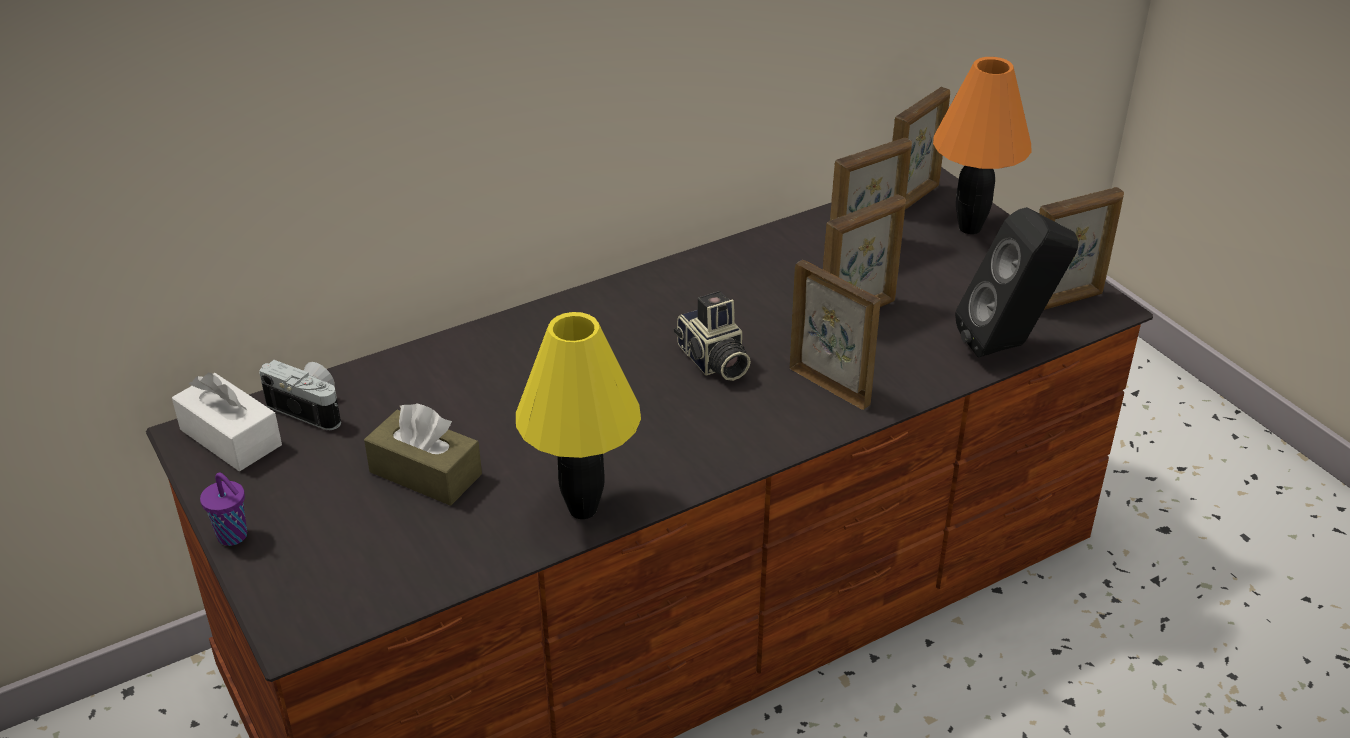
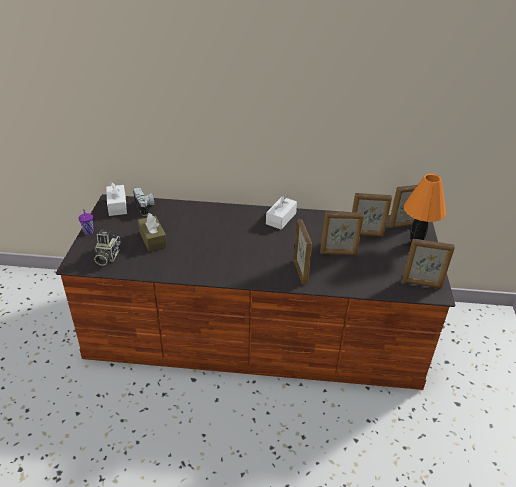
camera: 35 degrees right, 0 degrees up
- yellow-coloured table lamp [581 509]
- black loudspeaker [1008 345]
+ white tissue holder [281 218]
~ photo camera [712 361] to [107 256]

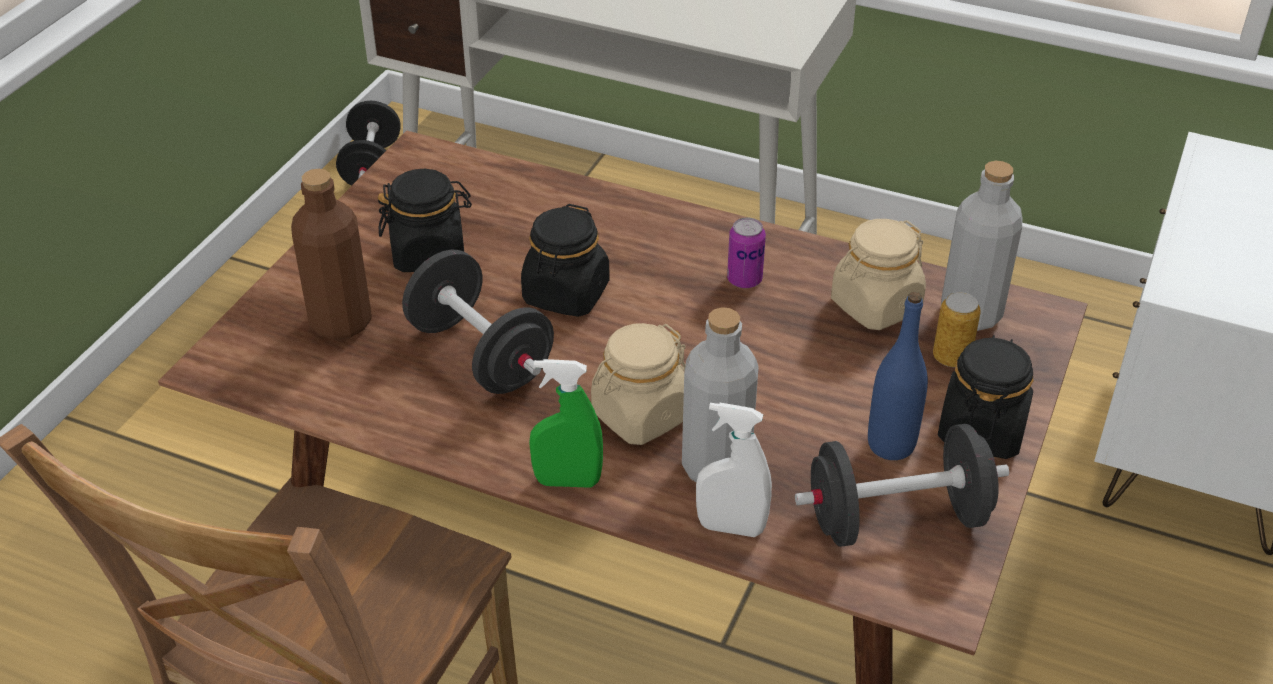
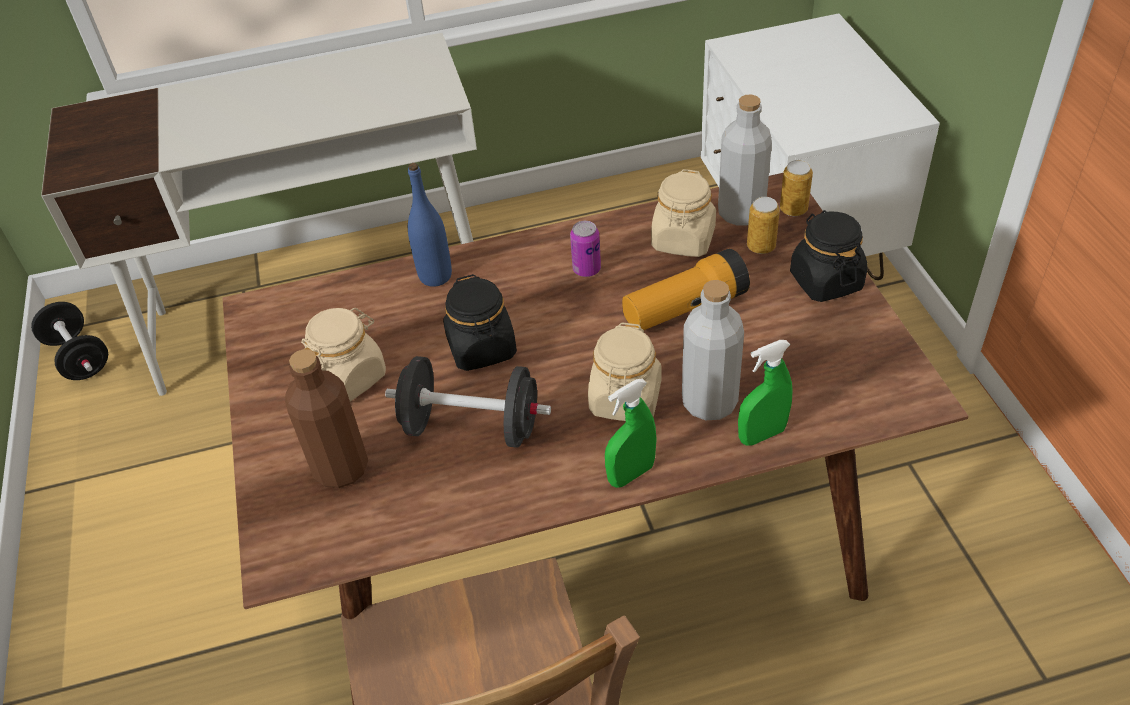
camera: 35 degrees left, 5 degrees up
- black free weight [896 519]
+ flashlight [684 309]
+ metal can [793 209]
~ bluish bottle [891 445] to [435 276]
~ black preserve jar [429 253] to beige-coloured preserve jar [348 377]
~ white hand sprayer [731 527] to green-coloured hand sprayer [762 435]

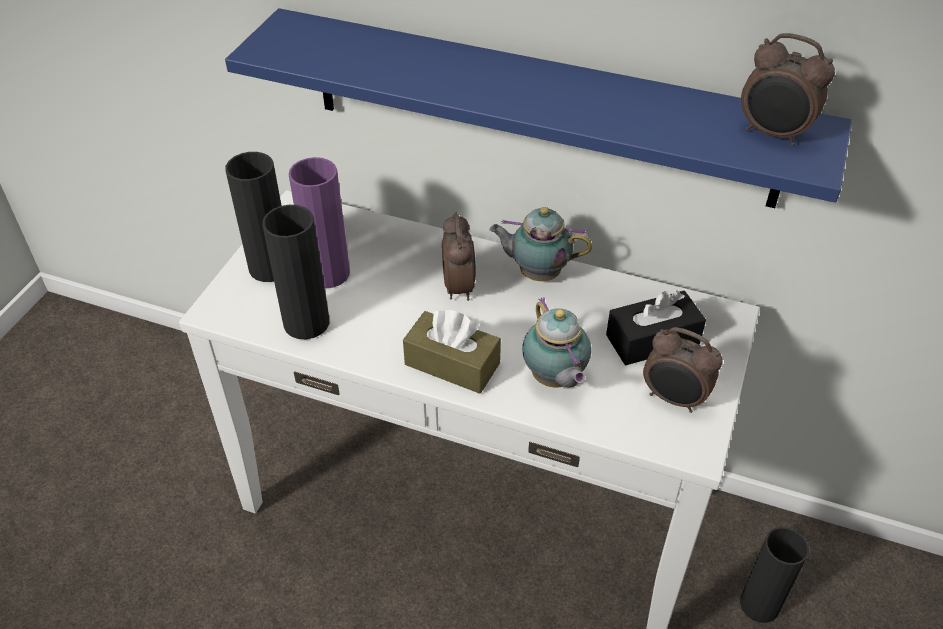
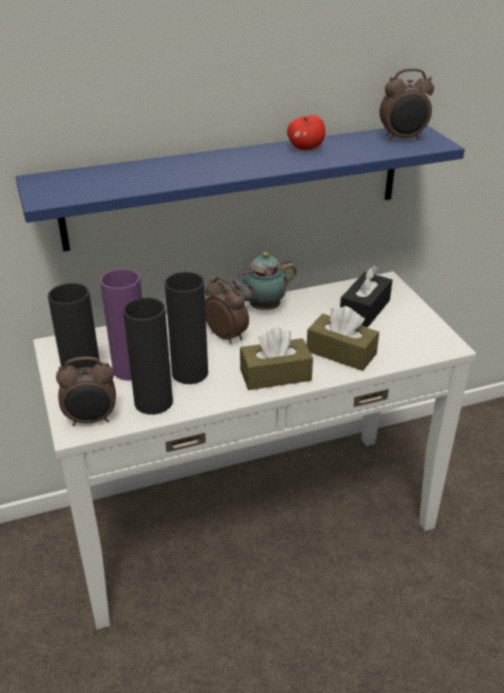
camera: 40 degrees left, 10 degrees down
+ apple fruit [305 148]
~ bedside clock [674 399] to [91 420]
~ black vase [759 604] to [190 373]
~ teapot [554 379] to brown tissue holder [341 352]

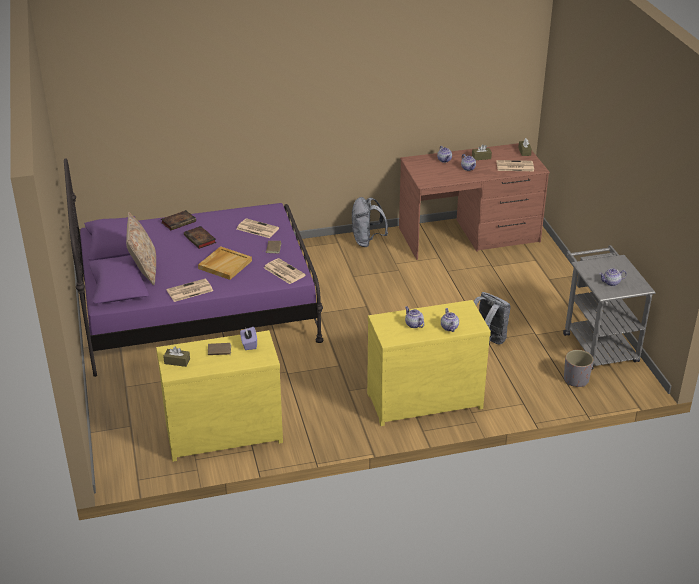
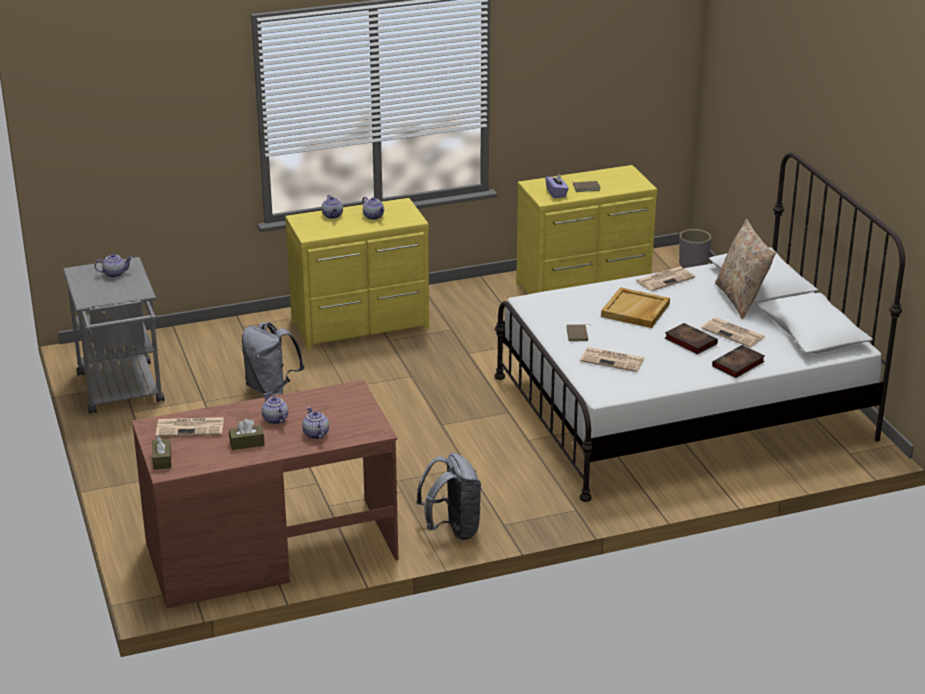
camera: 175 degrees right, 5 degrees down
- brown tissue holder [177 361]
~ newspaper [283 271] to [734 333]
~ gray planter [576 380] to [693 264]
~ purplish bed [197 310] to white bed [683 408]

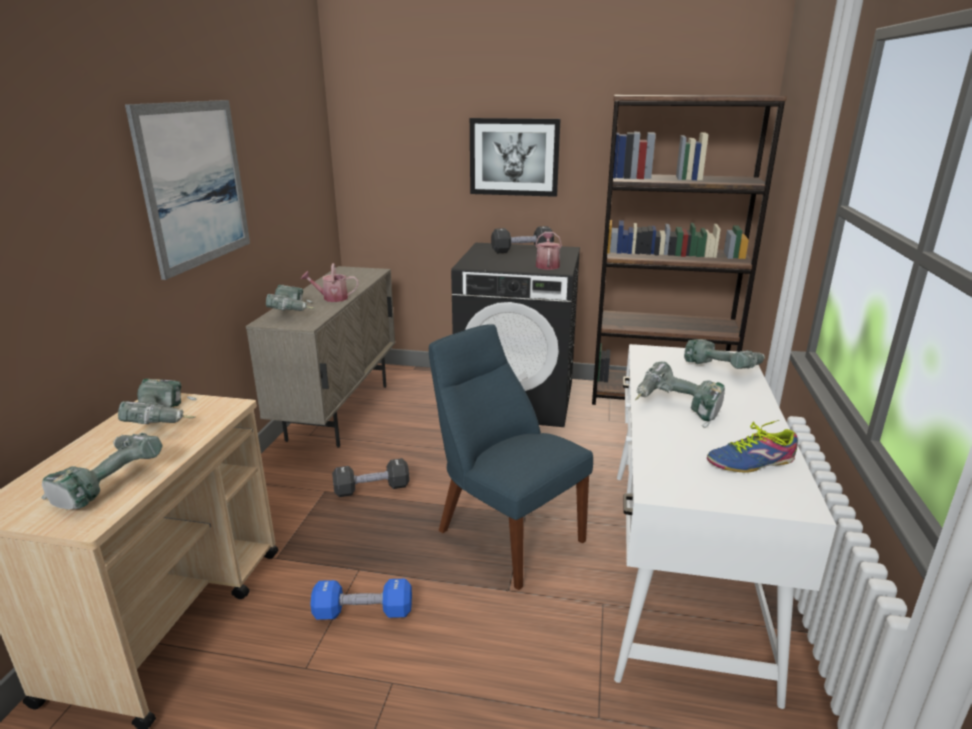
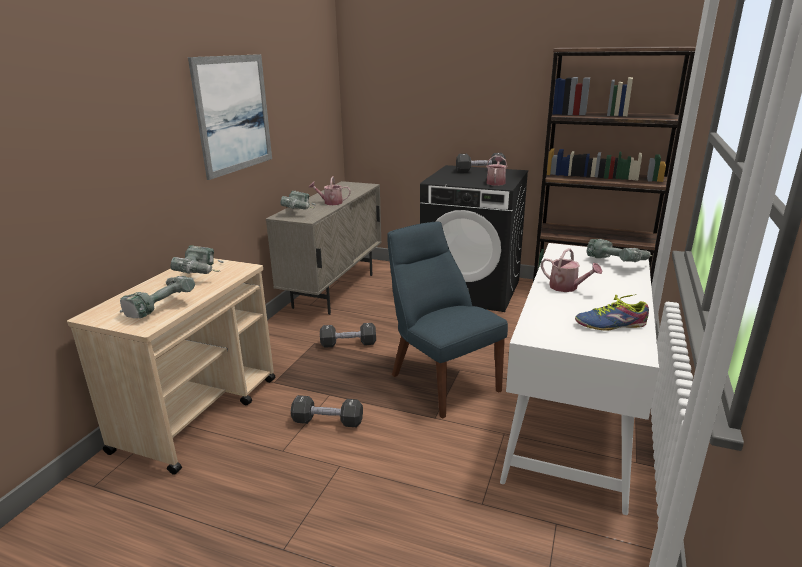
camera: 10 degrees right, 0 degrees up
- picture [514 157]
~ drill [676 409] to watering pot [567 287]
~ bluish free weight [363 612] to black free weight [327 421]

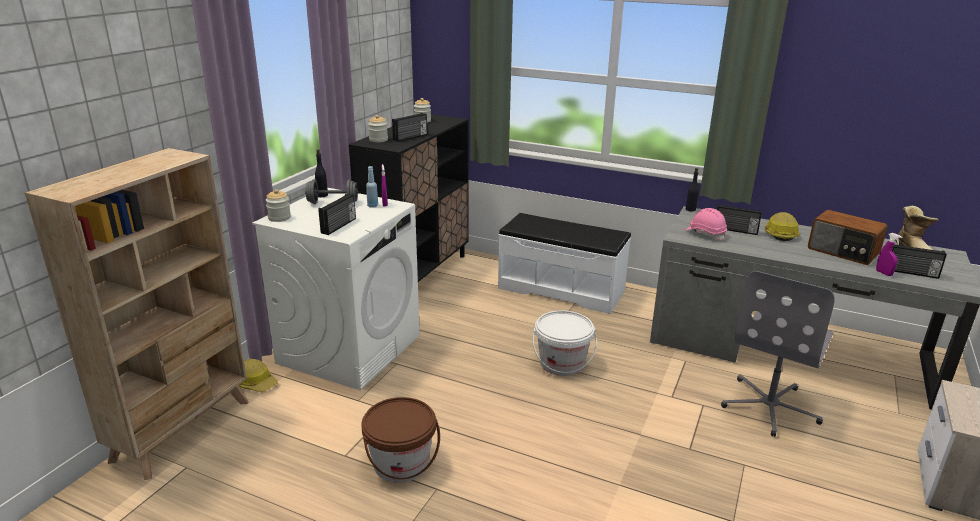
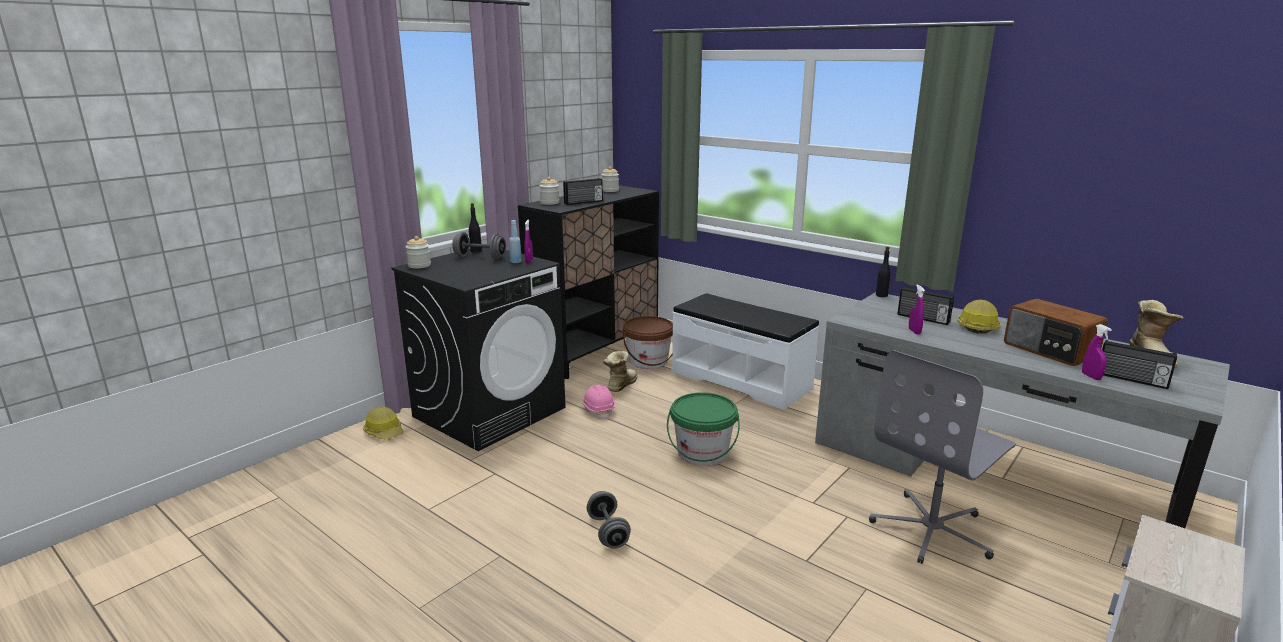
camera: 15 degrees right, 5 degrees down
- beige-coloured shelving unit [183 429]
- radio [339 226]
+ gray free weight [608 532]
+ boot [620 385]
+ purplish hand sprayer [914 331]
~ brown pail [401 463] to [648 361]
~ pink-coloured safety helmet [705 234] to [598 410]
~ white washing machine [350 348] to black washing machine [490 412]
~ white pail [562 363] to green-coloured pail [702 452]

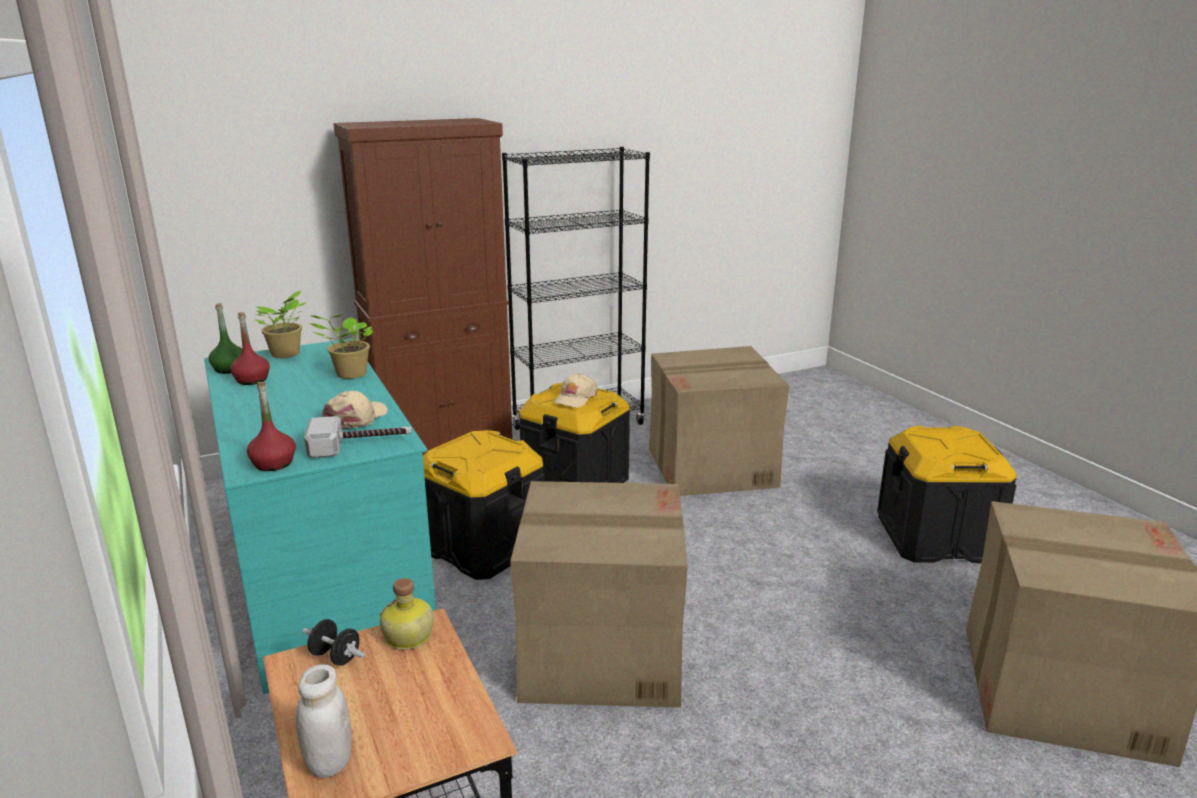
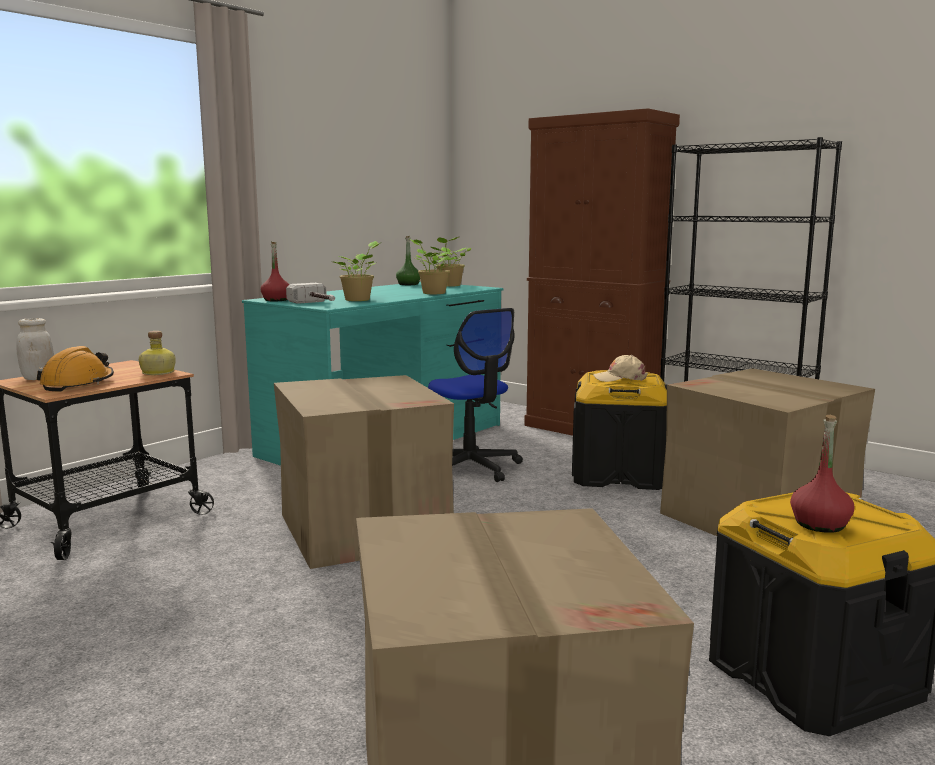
camera: 65 degrees right, 10 degrees down
- black free weight [335 657]
+ orange safety helmet [78 383]
~ reddish bottle [252 380] to [820 524]
~ beige-coloured baseball cap [356 418] to plant in a pot [359 300]
~ black storage container [484 546] to office chair [471 468]

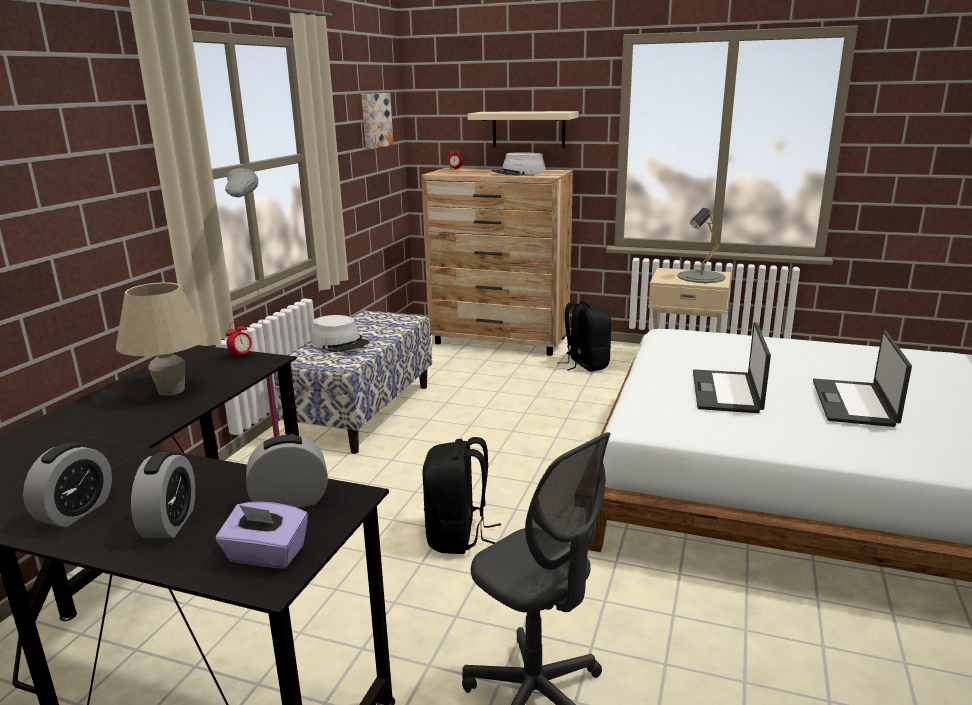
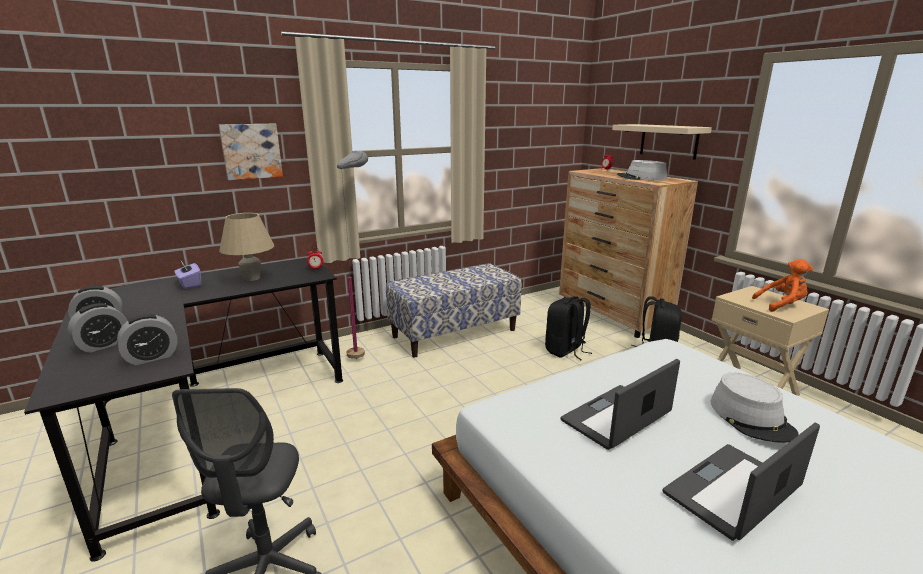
camera: 40 degrees right, 0 degrees up
~ purplish tissue holder [266 555] to [189 284]
~ gray wearable hat [340 343] to [751 417]
~ picture [375 120] to [251 151]
~ black rucksack [458 536] to [566 351]
~ gray table lamp [701 277] to orange soft toy [781 305]
~ bedside clock [290 501] = [152 357] 120 degrees clockwise

